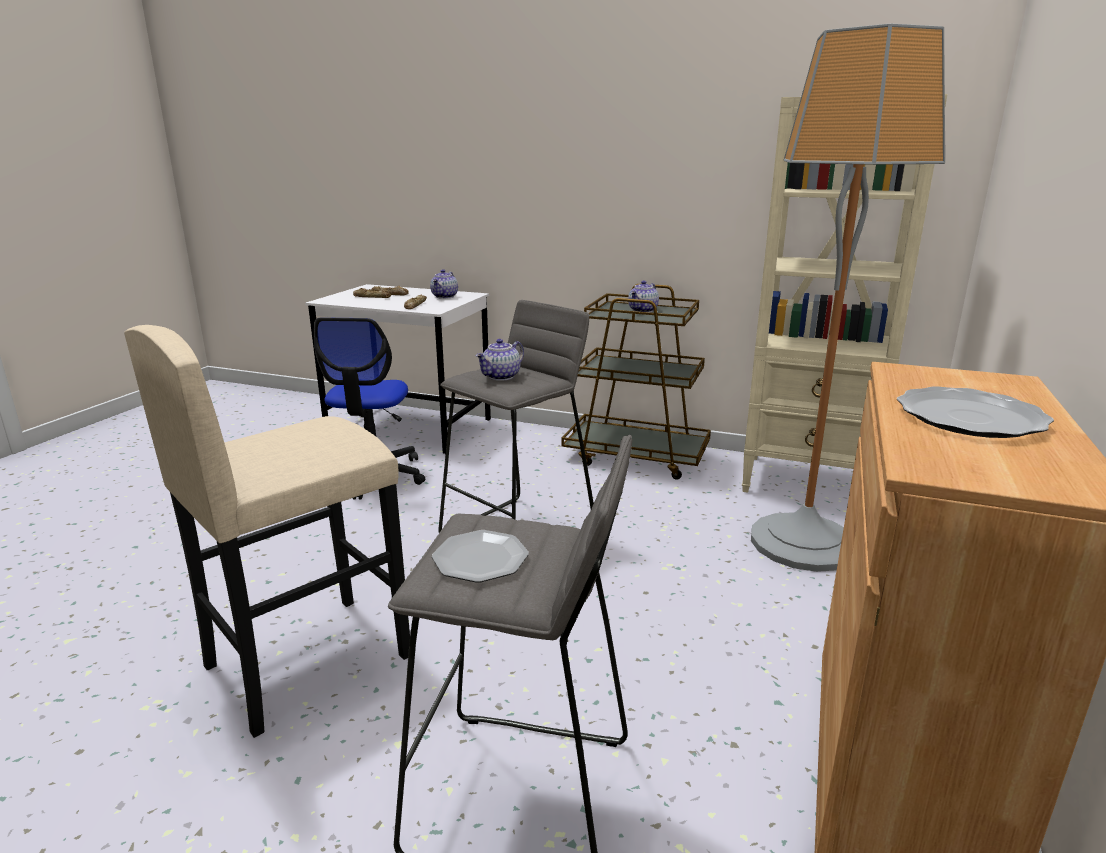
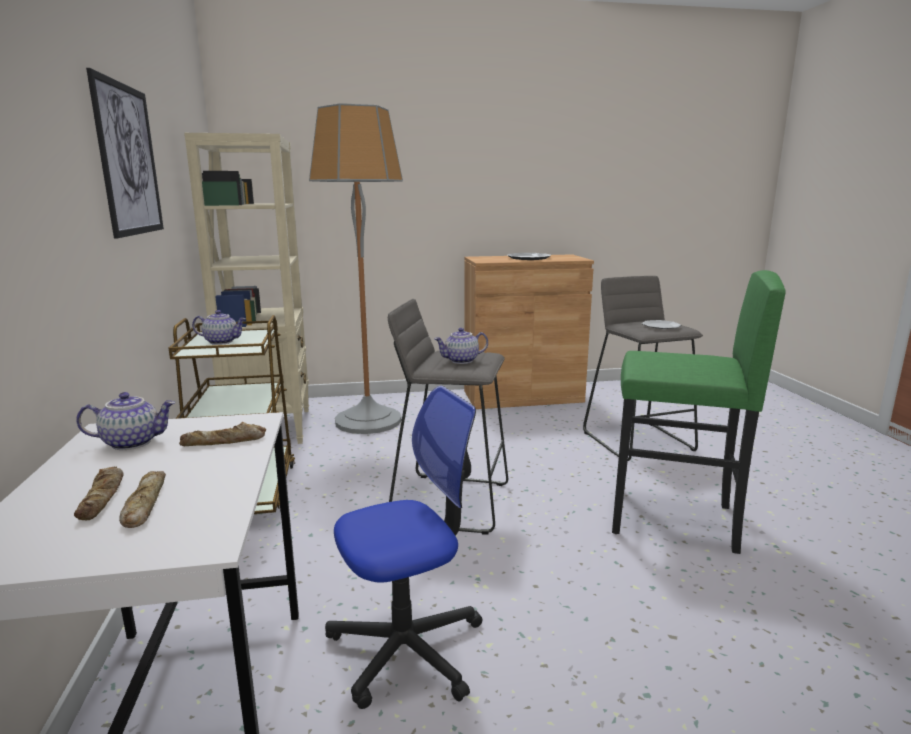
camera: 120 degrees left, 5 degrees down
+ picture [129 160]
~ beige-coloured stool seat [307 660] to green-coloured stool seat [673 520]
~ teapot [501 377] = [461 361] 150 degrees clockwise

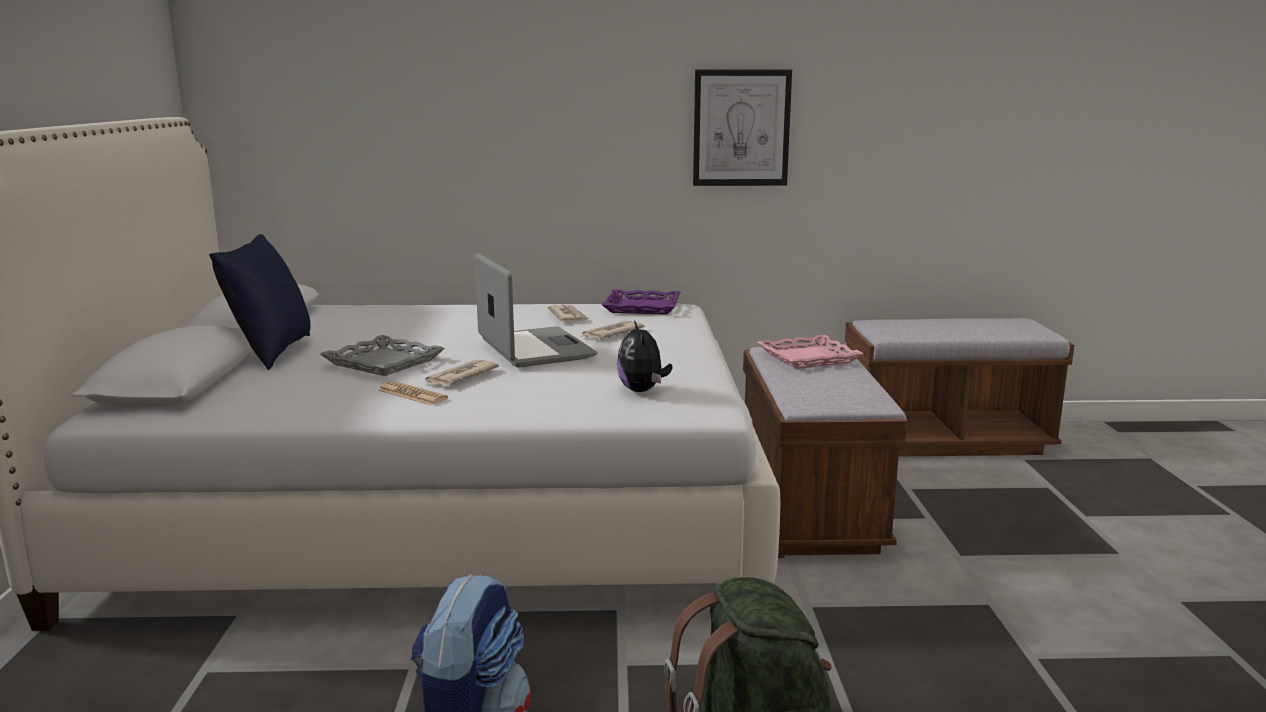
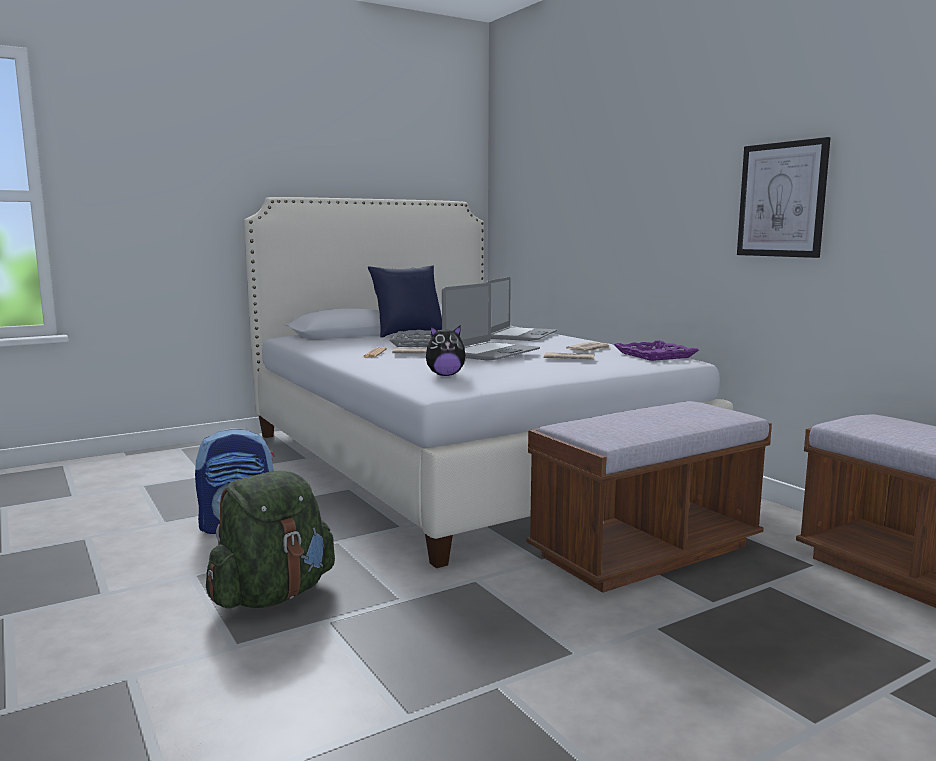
camera: 60 degrees right, 5 degrees down
- pink-coloured tray [808 357]
+ notebook computer [521 335]
~ soft toy [642 390] = [445 375] 150 degrees counterclockwise

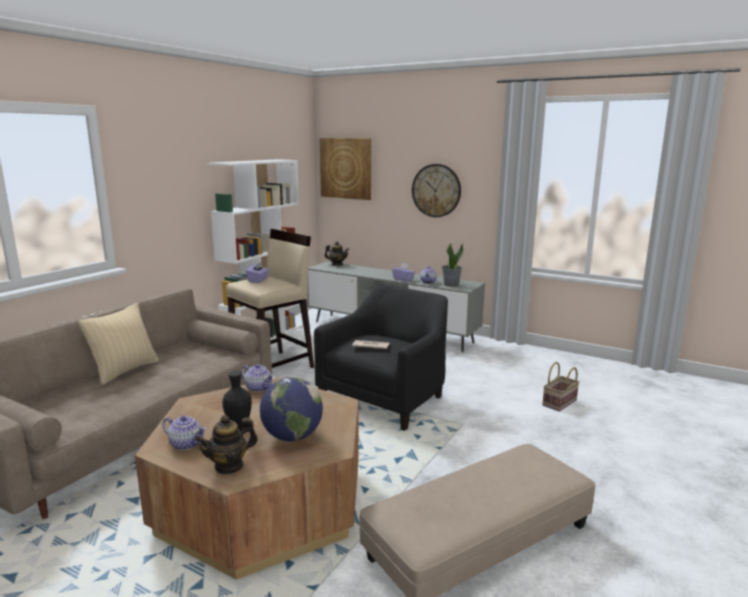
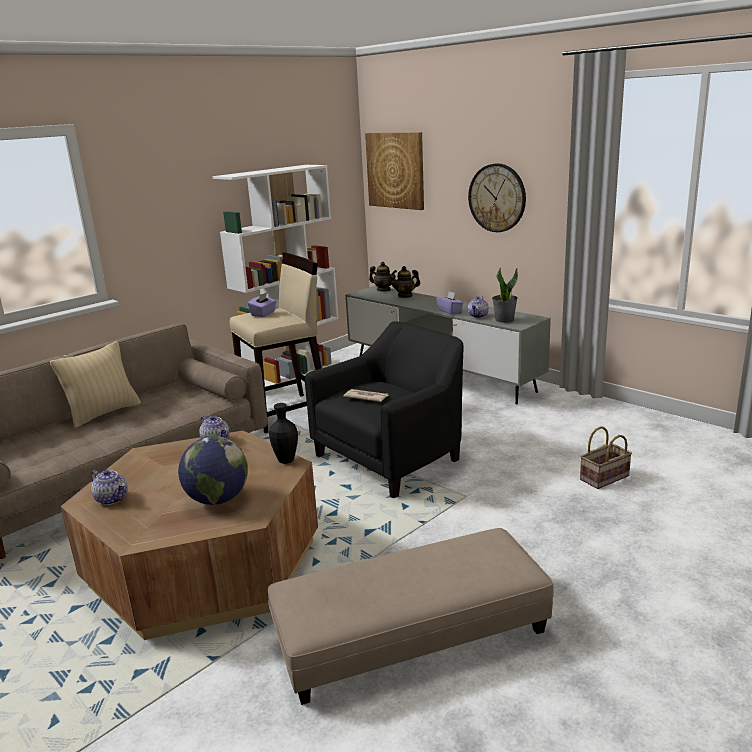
camera: 15 degrees right, 5 degrees up
~ teapot [229 466] to [405 295]
~ black vase [239 428] to [286 460]

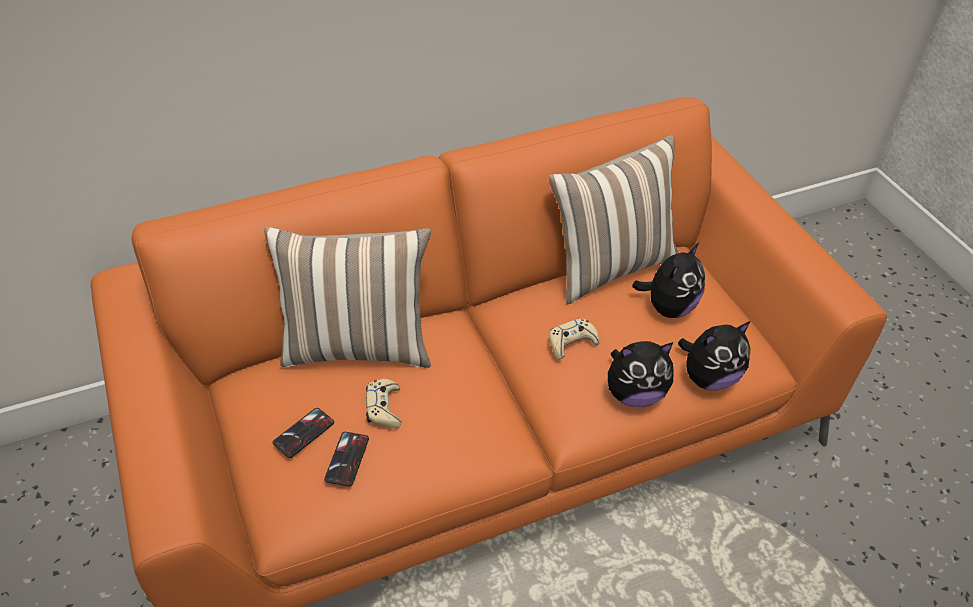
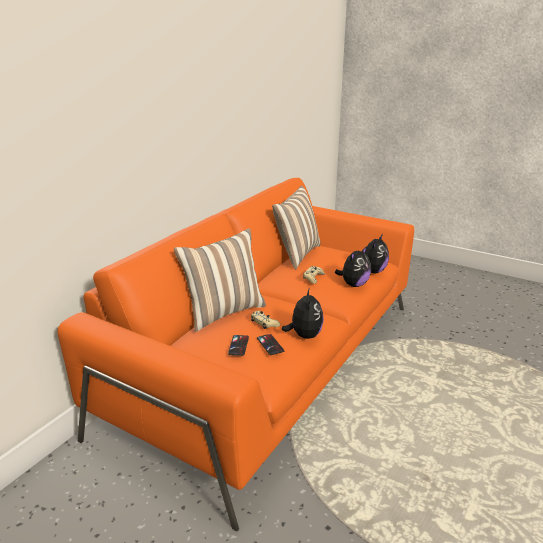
camera: 35 degrees left, 20 degrees down
~ soft toy [668 307] to [304 335]

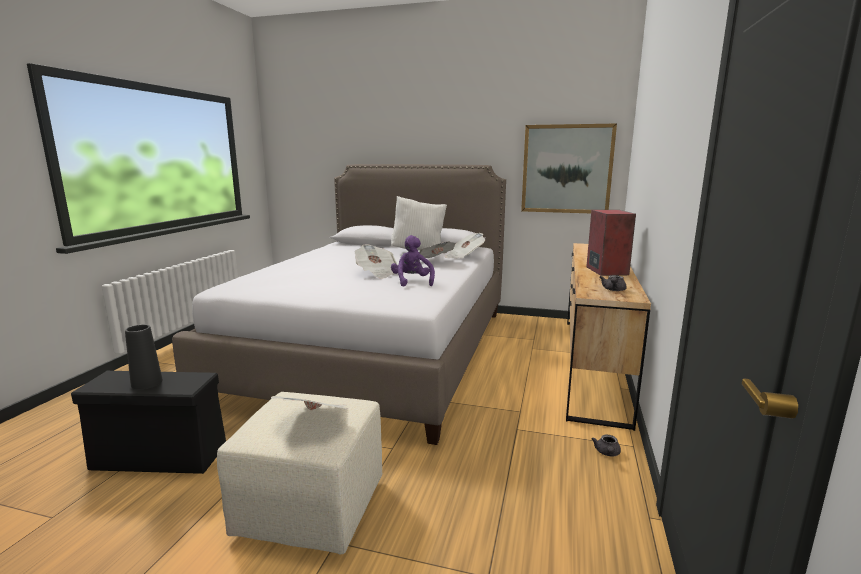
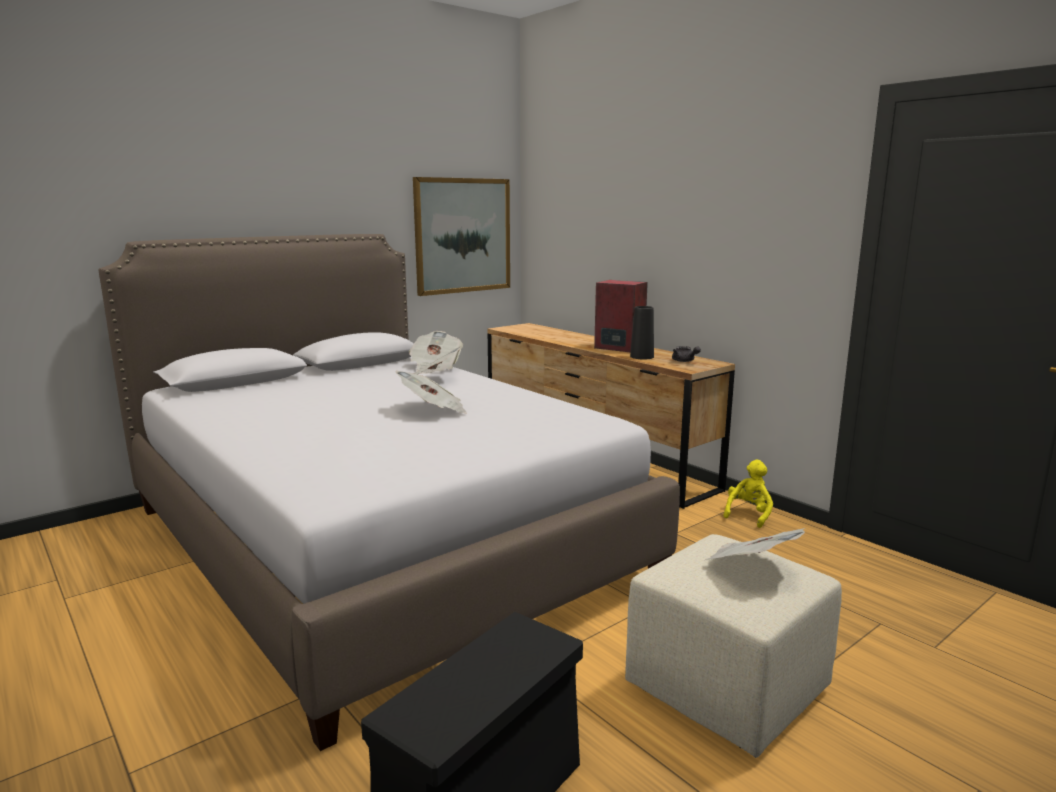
camera: 55 degrees left, 0 degrees up
- white pillow [418 251]
- purplish soft toy [412 282]
~ black vase [147 383] to [642 357]
~ gray teapot [607 453] to yellow-coloured soft toy [748 514]

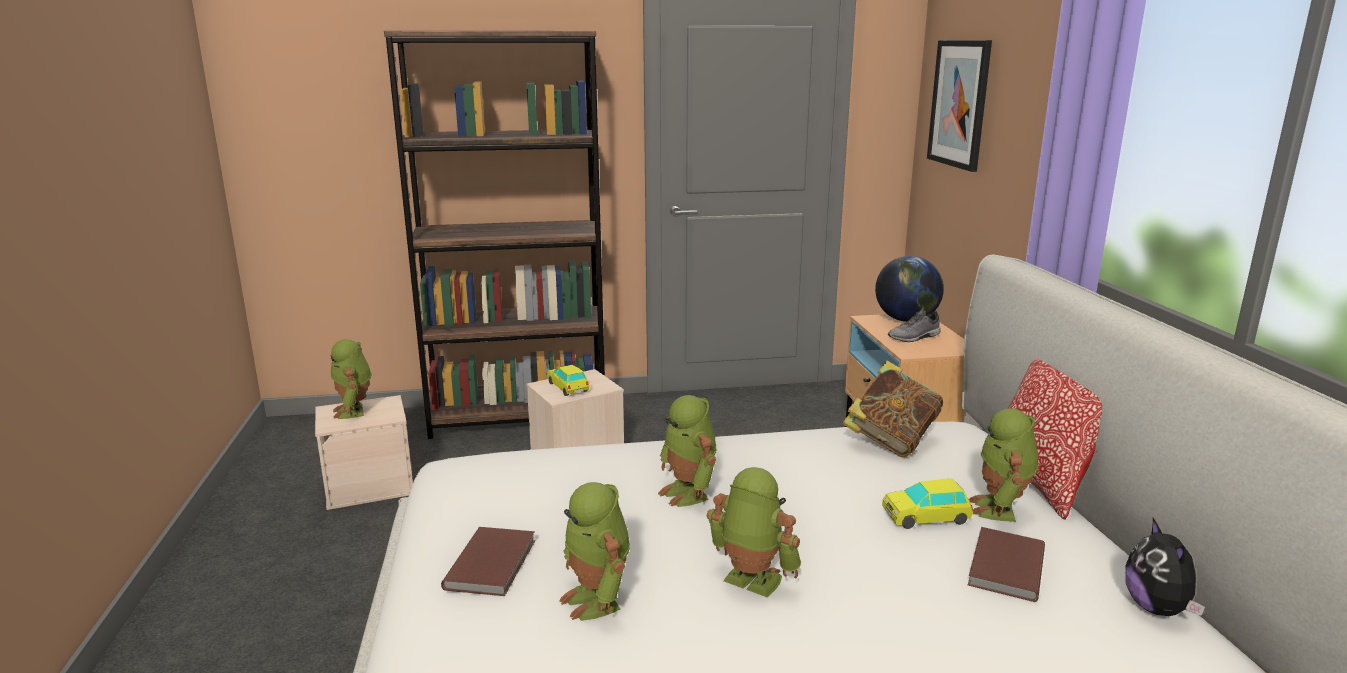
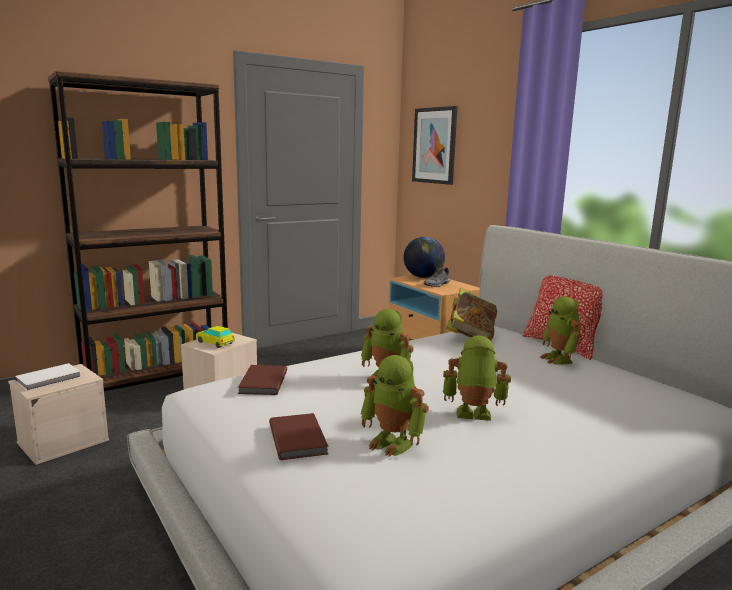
camera: 25 degrees left, 5 degrees down
- model car [925 517]
- soft toy [1157 609]
~ brown volume [1003 567] to [262 382]
~ toy robot [354 411] to white volume [50 379]

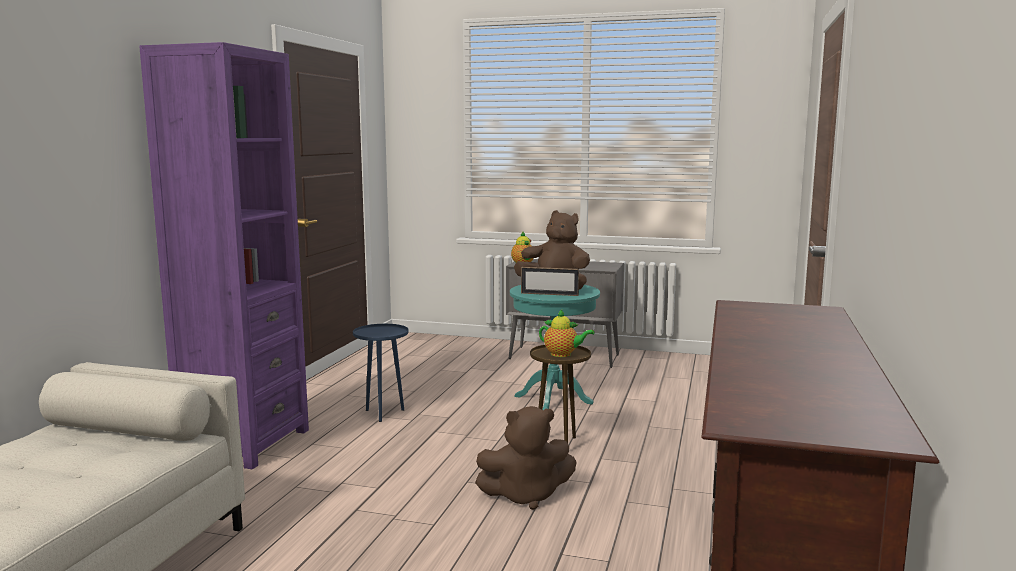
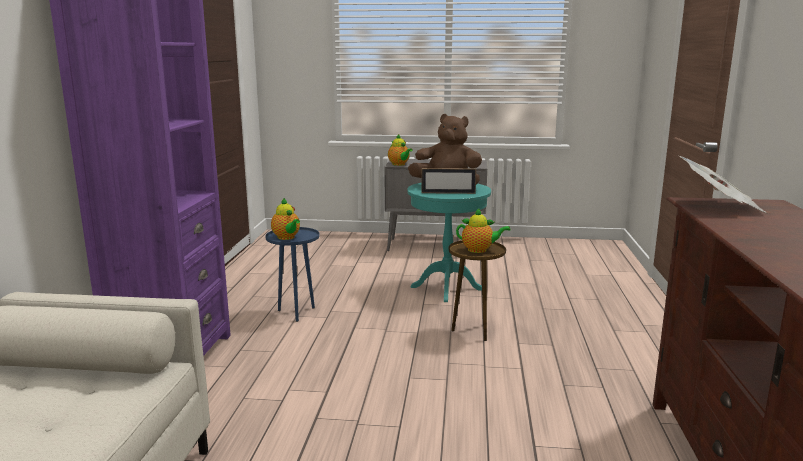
camera: 10 degrees left, 5 degrees up
- brown soft toy [526 495]
+ teapot [287 238]
+ newspaper [720 207]

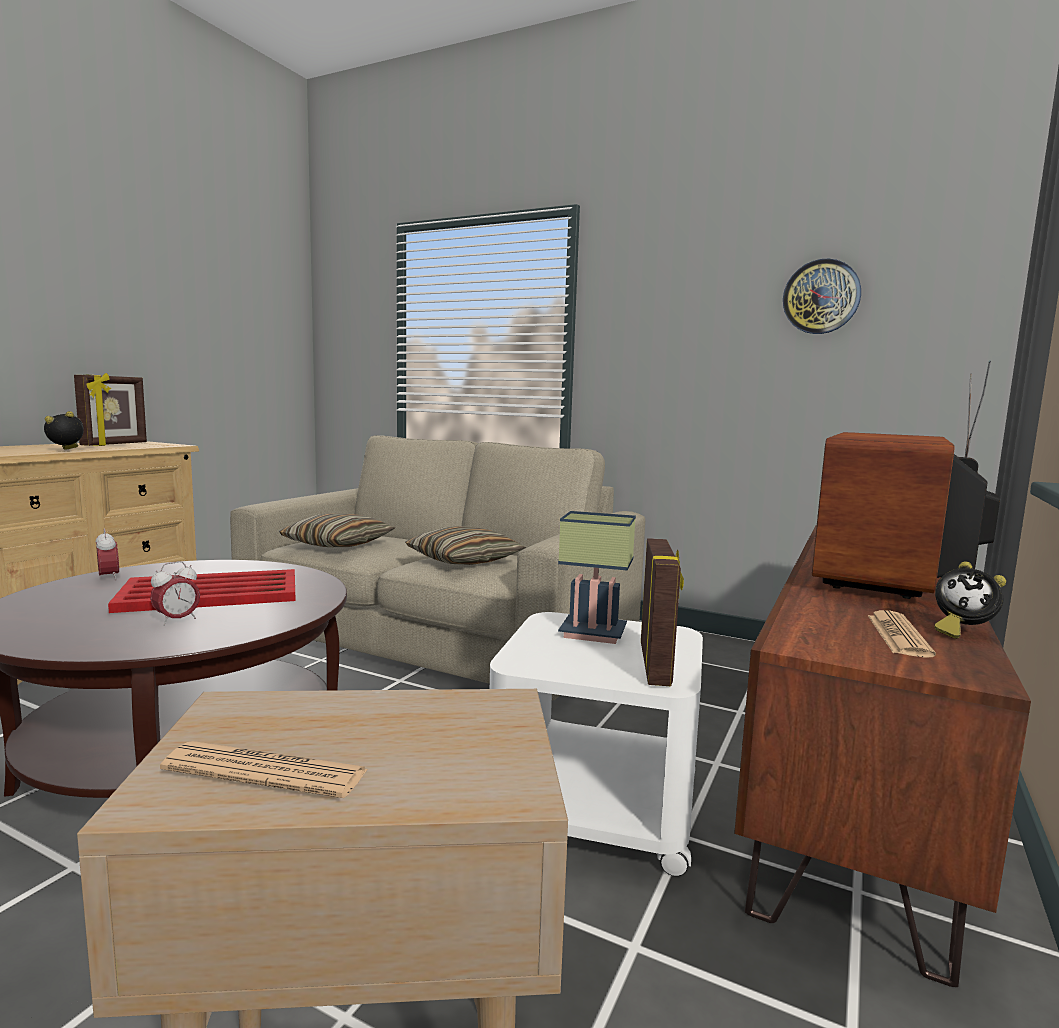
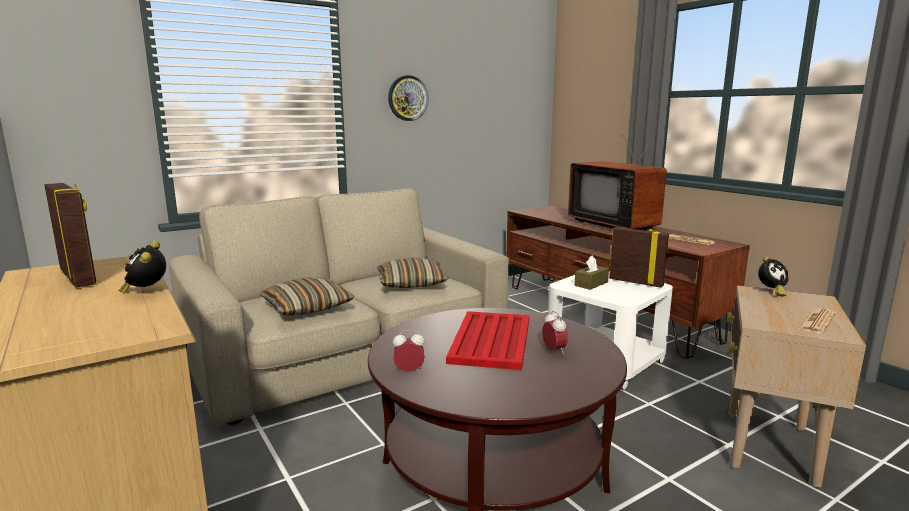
camera: 60 degrees left, 5 degrees up
~ hanging clock [821 297] to [407 98]
~ bedside clock [960 632] to [771 292]
~ table lamp [589 634] to brown tissue holder [591 284]

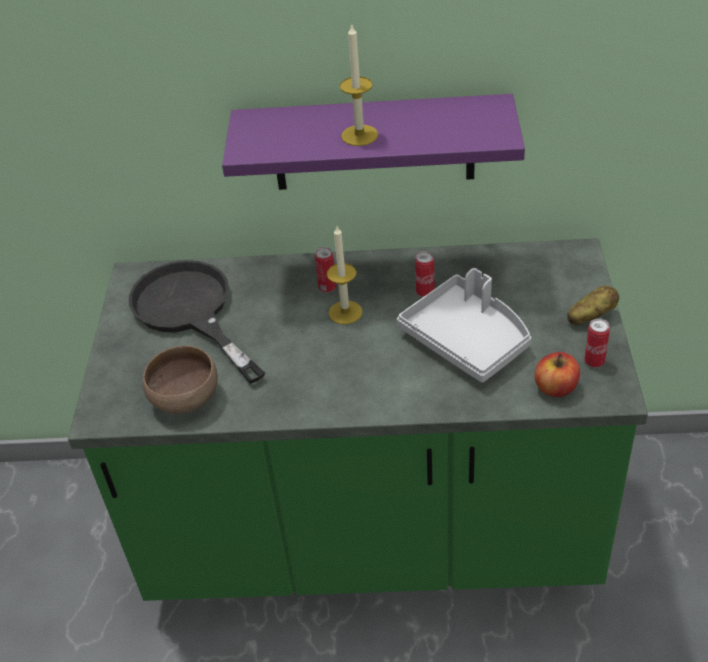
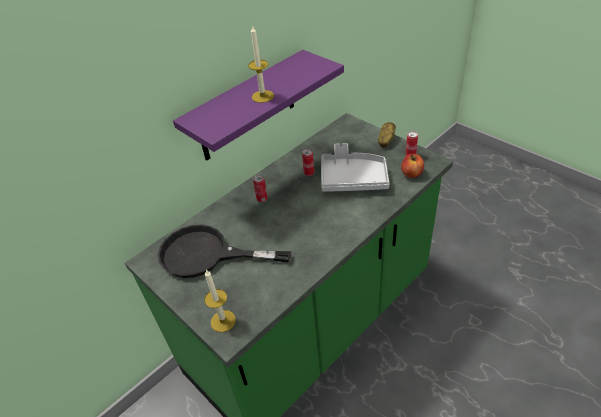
camera: 45 degrees left, 0 degrees up
- brown serving bowl [185 399]
~ candle [345 312] to [223 321]

